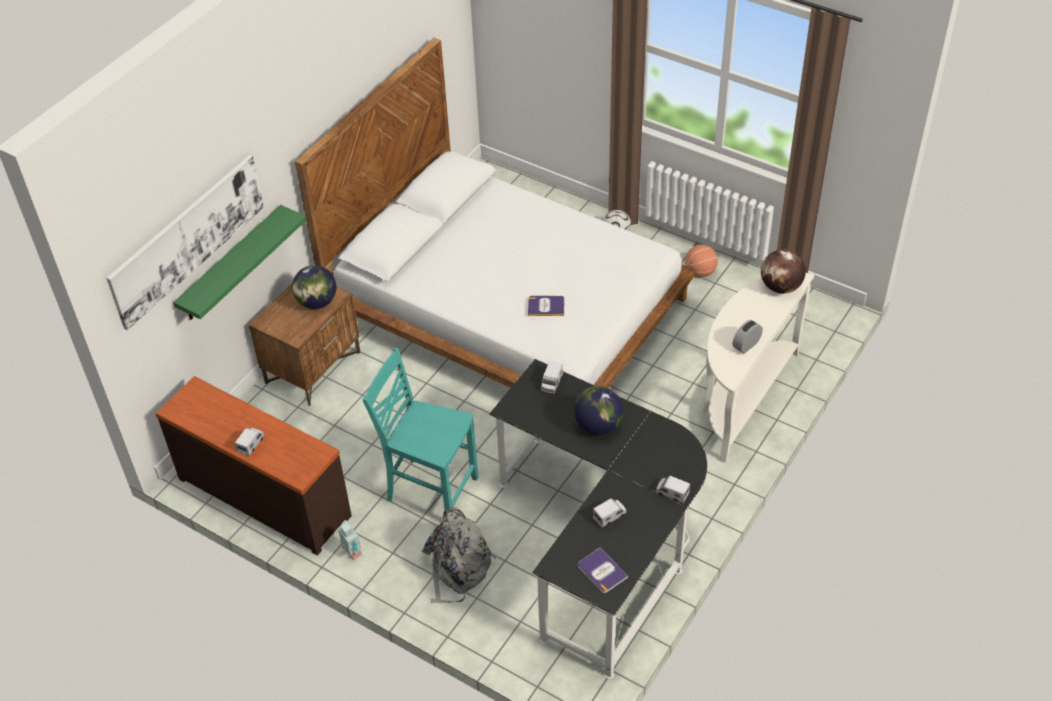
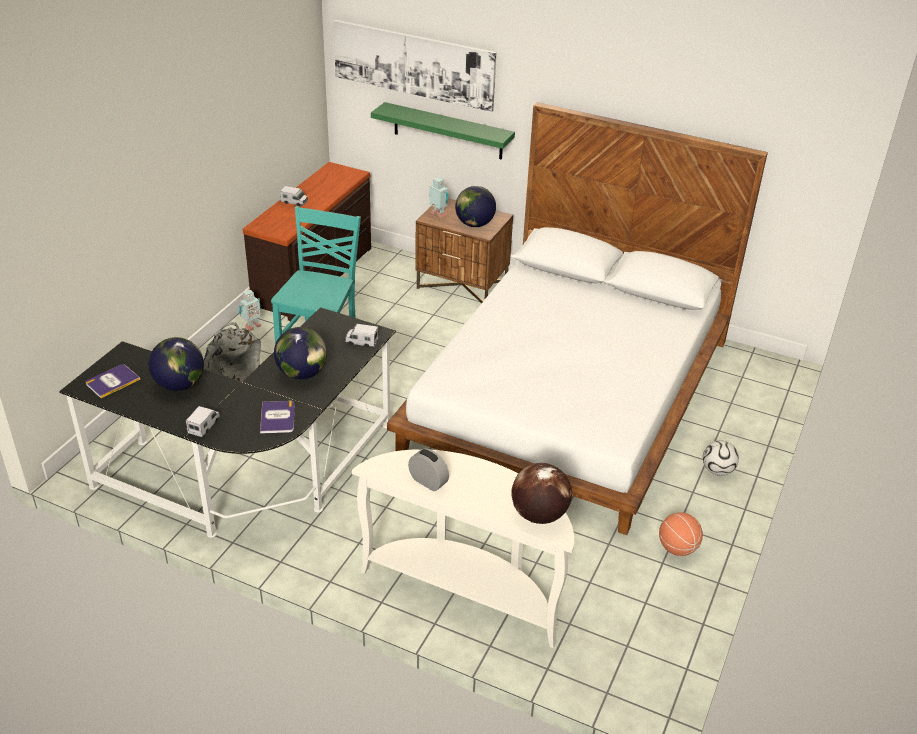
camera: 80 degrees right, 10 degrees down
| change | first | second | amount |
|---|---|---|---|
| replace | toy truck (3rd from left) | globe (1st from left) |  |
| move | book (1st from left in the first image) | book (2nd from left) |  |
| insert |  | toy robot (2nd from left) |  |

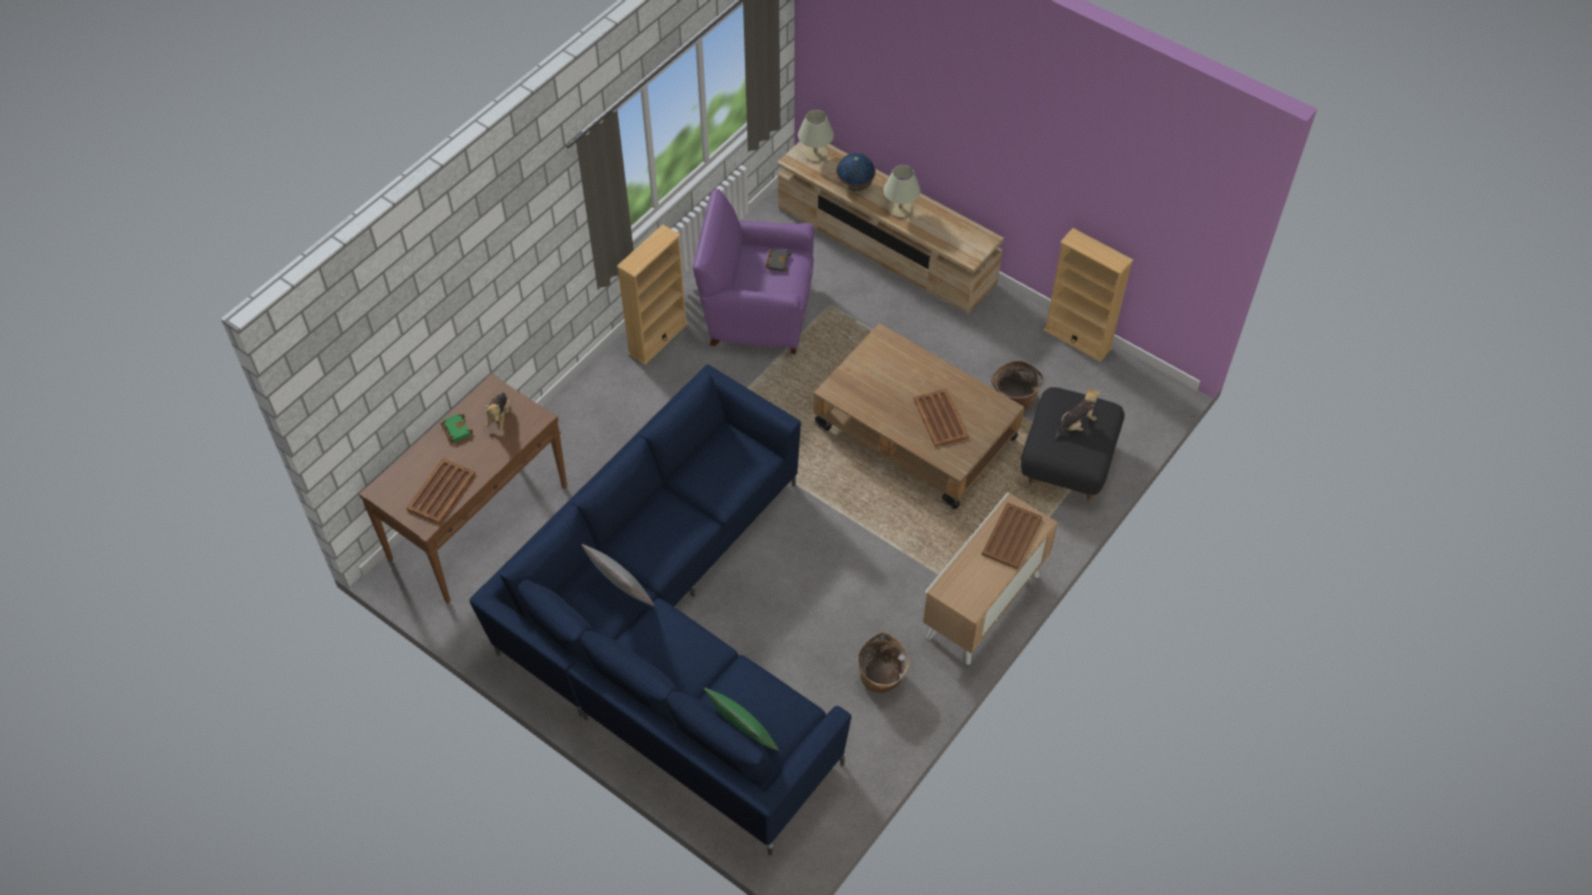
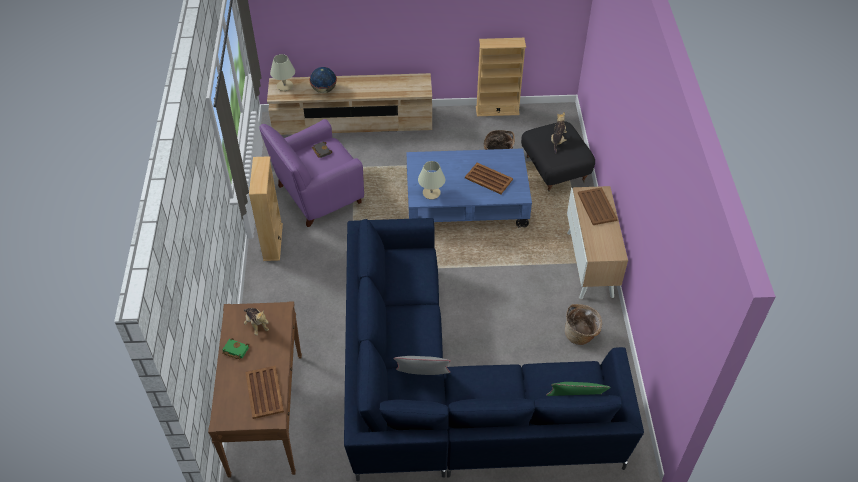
camera: 40 degrees left, 5 degrees down
| change | first | second | amount |
|---|---|---|---|
| recolor | brown coffee table | blue coffee table |  |
| move | beige table lamp (2nd from left) |  |  |

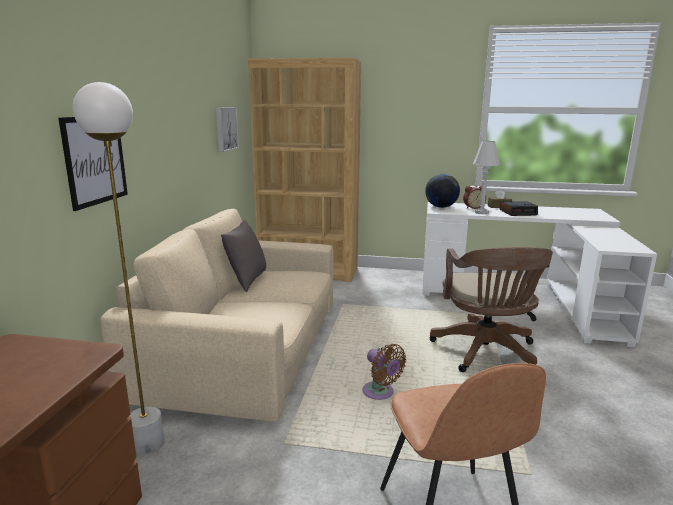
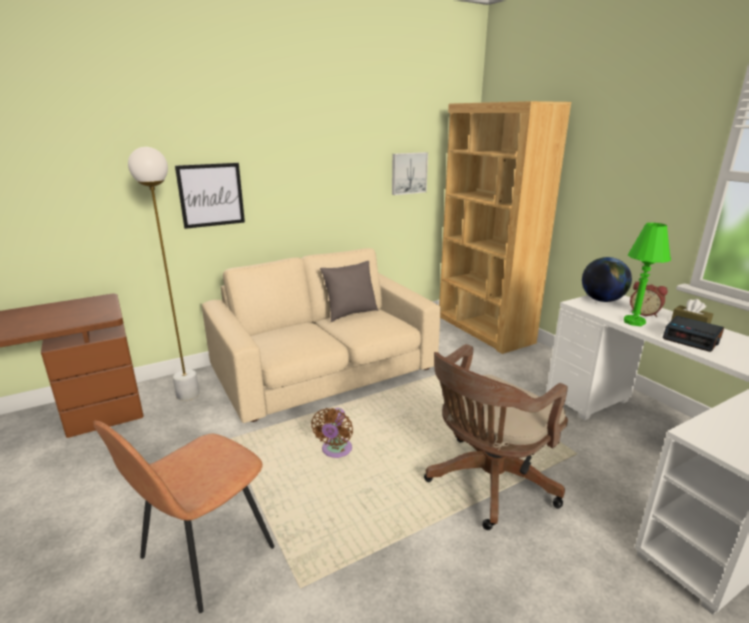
camera: 50 degrees right, 5 degrees up
| change | first | second | amount |
|---|---|---|---|
| recolor | white table lamp | green table lamp |  |

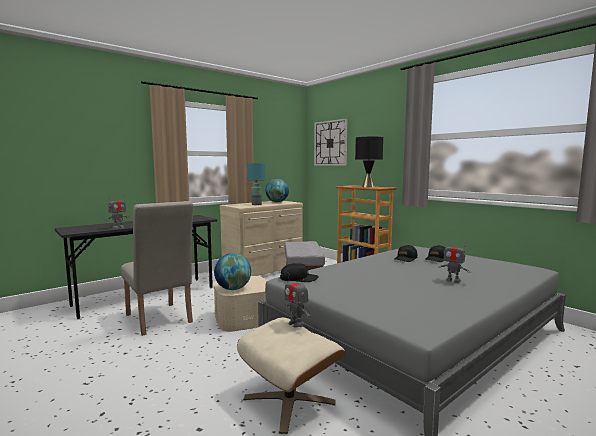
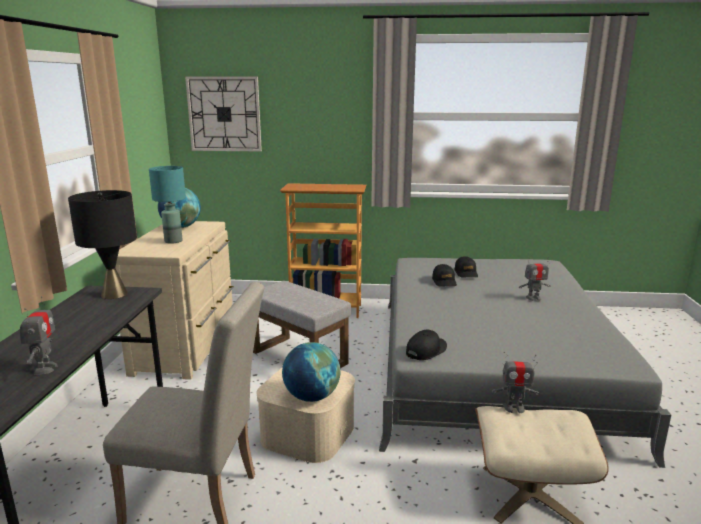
camera: 45 degrees left, 10 degrees up
| change | first | second | amount |
|---|---|---|---|
| move | black table lamp |  |  |

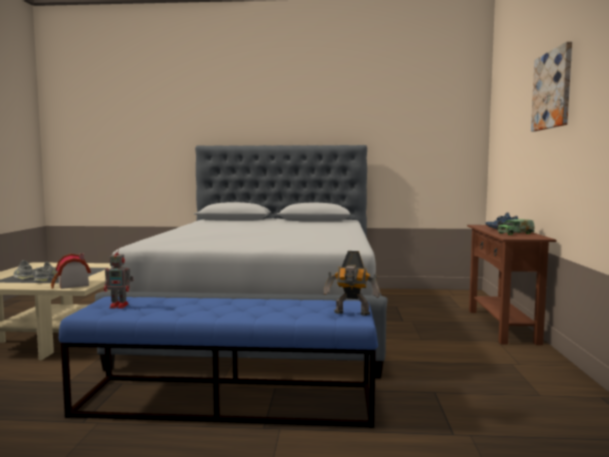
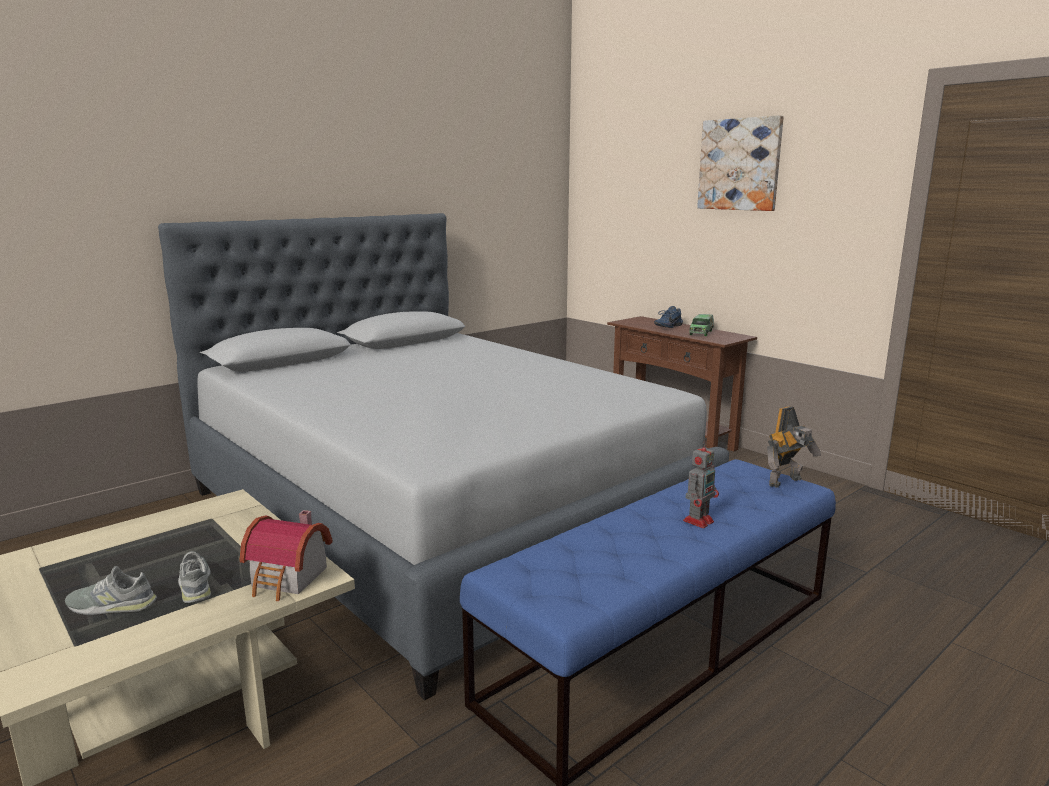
camera: 45 degrees left, 10 degrees up
| change | first | second | amount |
|---|---|---|---|
| move | toy robot (1st from left) |  |  |

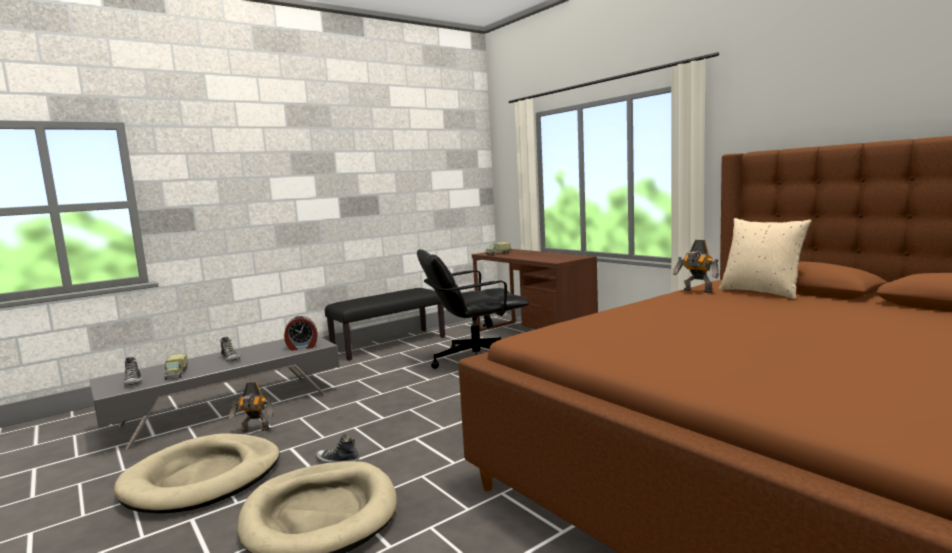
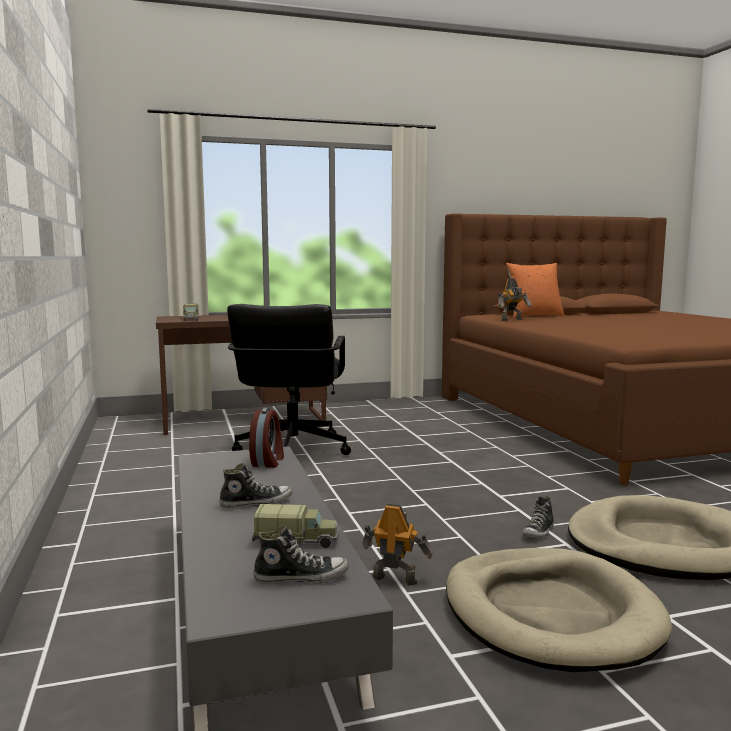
camera: 70 degrees left, 0 degrees up
| change | first | second | amount |
|---|---|---|---|
| rotate | toy robot (1st from left) |  | 90 degrees counterclockwise |
| recolor | beige pillow | orange pillow |  |
| delete | black bench |  |  |

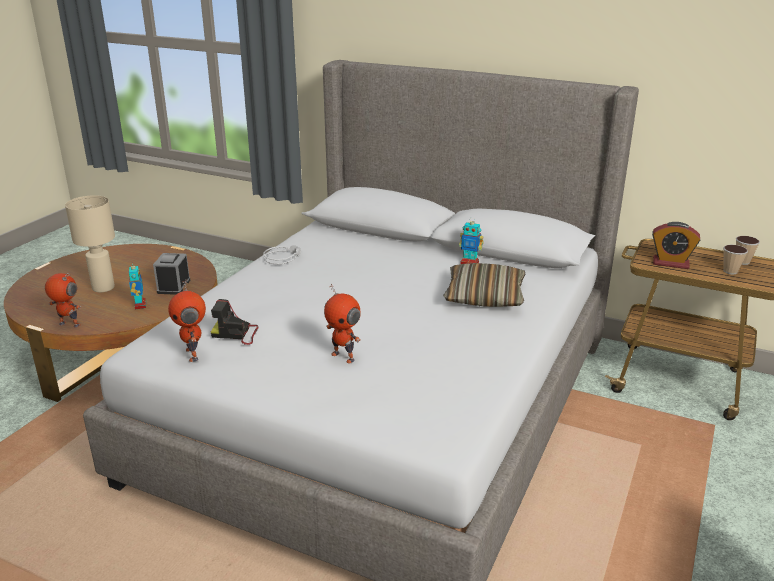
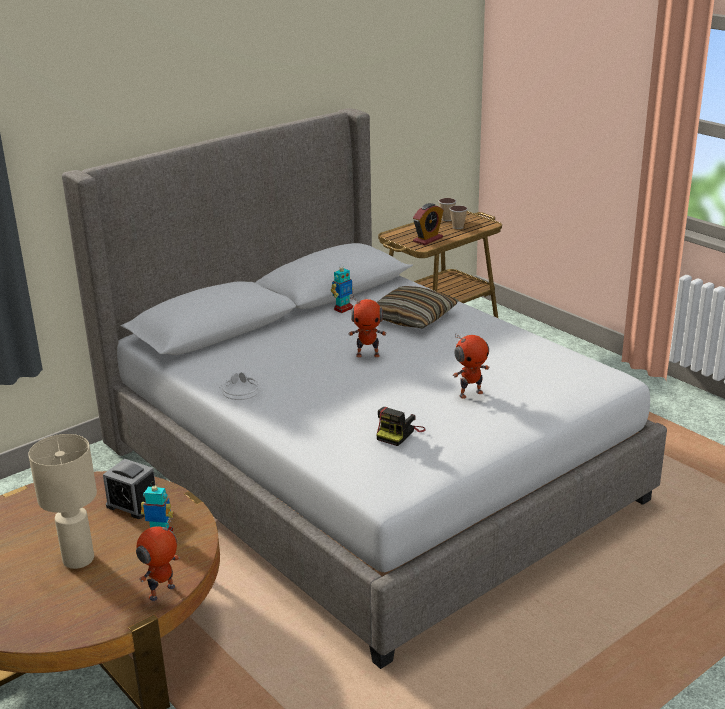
camera: 65 degrees left, 0 degrees up
| change | first | second | amount |
|---|---|---|---|
| move | toy robot (3rd from left in the first image) | toy robot (4th from left) |  |

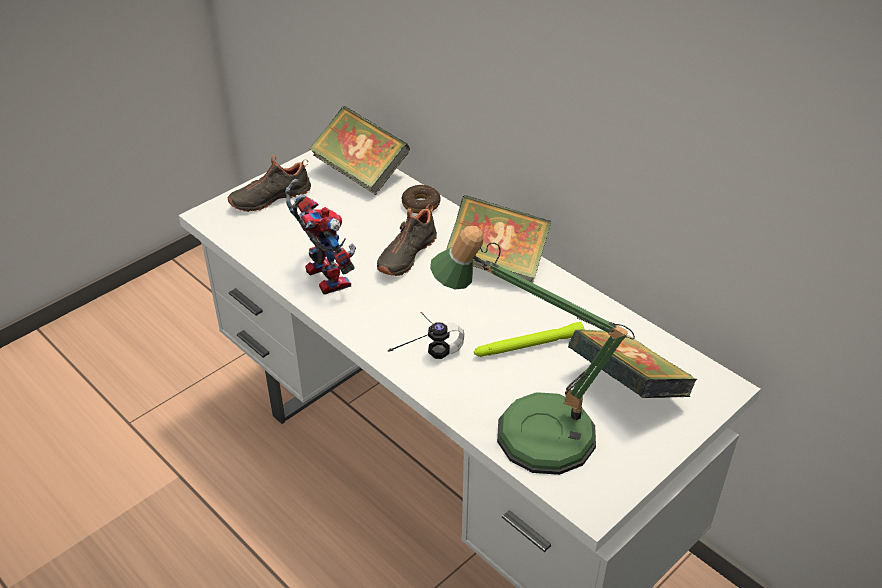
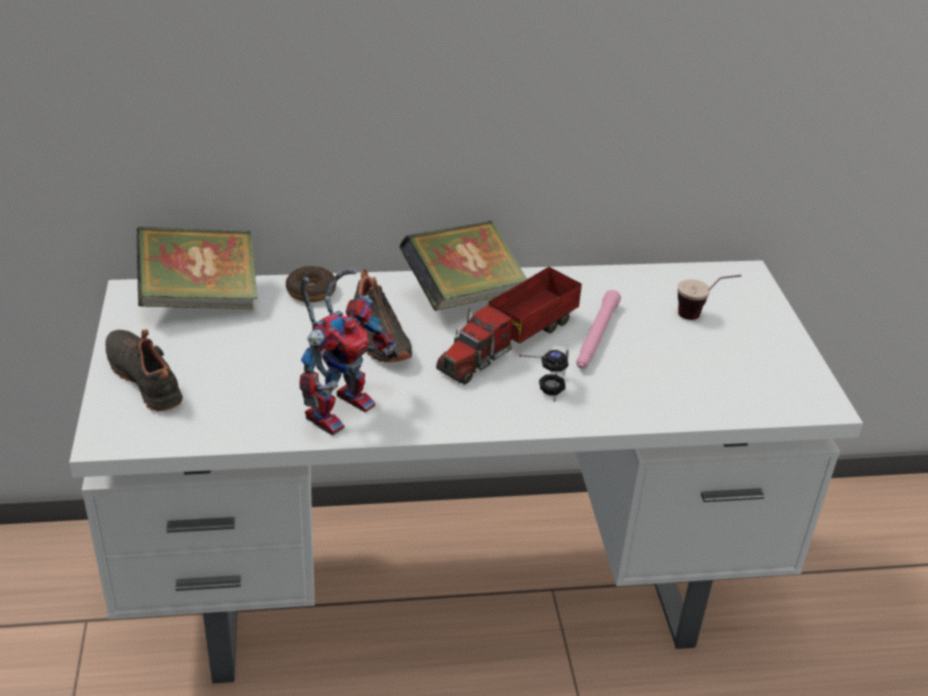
camera: 55 degrees left, 5 degrees down
| change | first | second | amount |
|---|---|---|---|
| rotate | black shoe (1st from left) |  | 135 degrees clockwise |
| rotate | toy robot |  | 120 degrees clockwise |
| insert |  | toy truck |  |
| recolor | green flashlight | pink flashlight |  |
| replace | book (3rd from left) | cup |  |
| delete | table lamp |  |  |

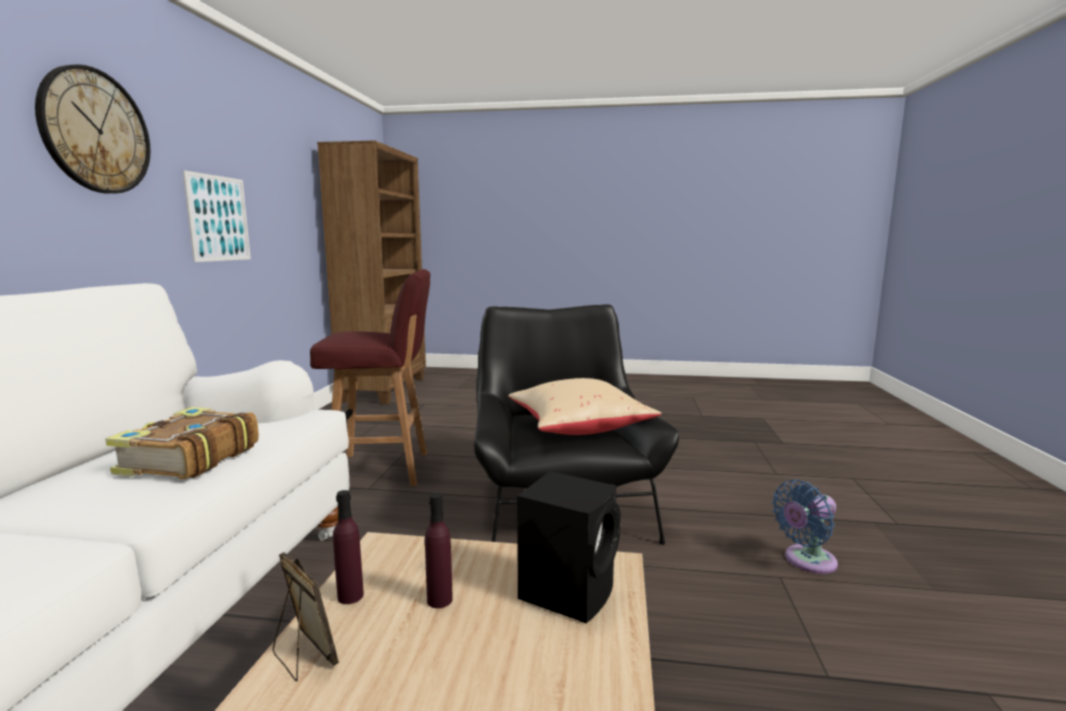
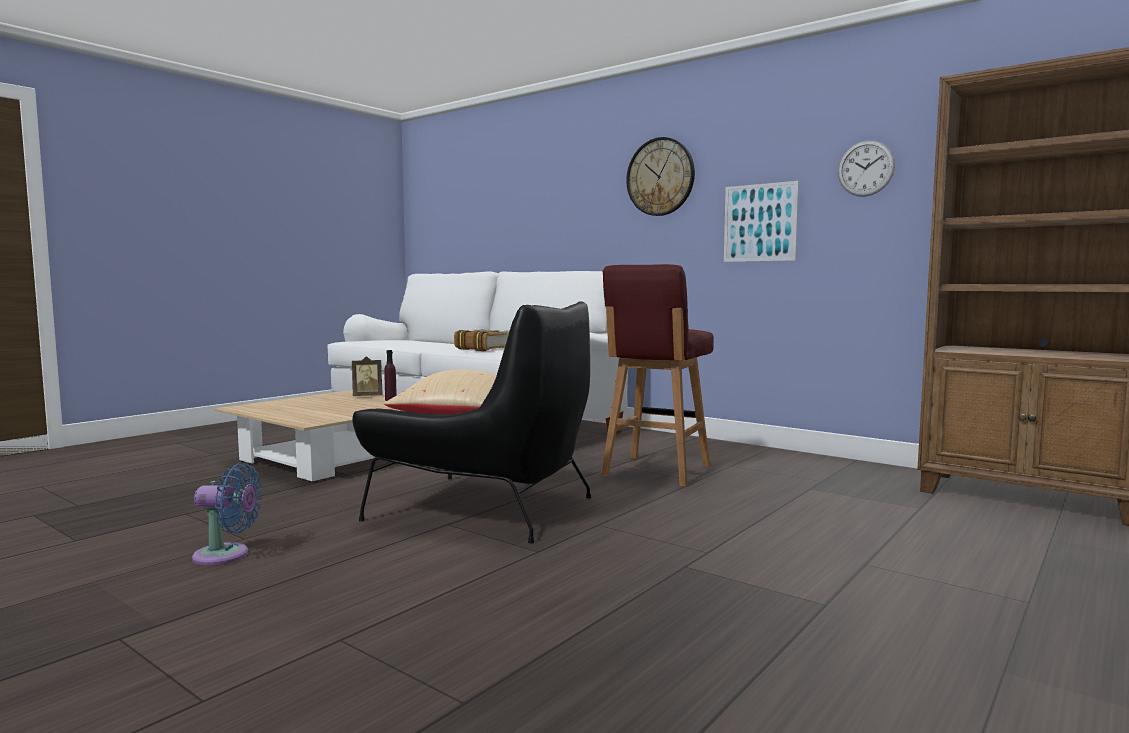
camera: 120 degrees right, 5 degrees down
| change | first | second | amount |
|---|---|---|---|
| rotate | blue fan |  | 90 degrees clockwise |
| insert |  | wall clock (2nd from left) |  |
| delete | purple bottle (2nd from left) |  |  |
| delete | black speaker |  |  |

